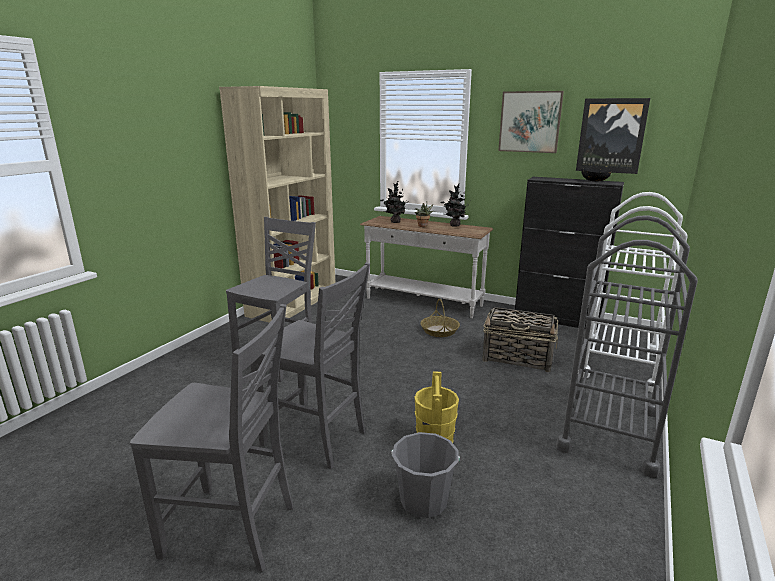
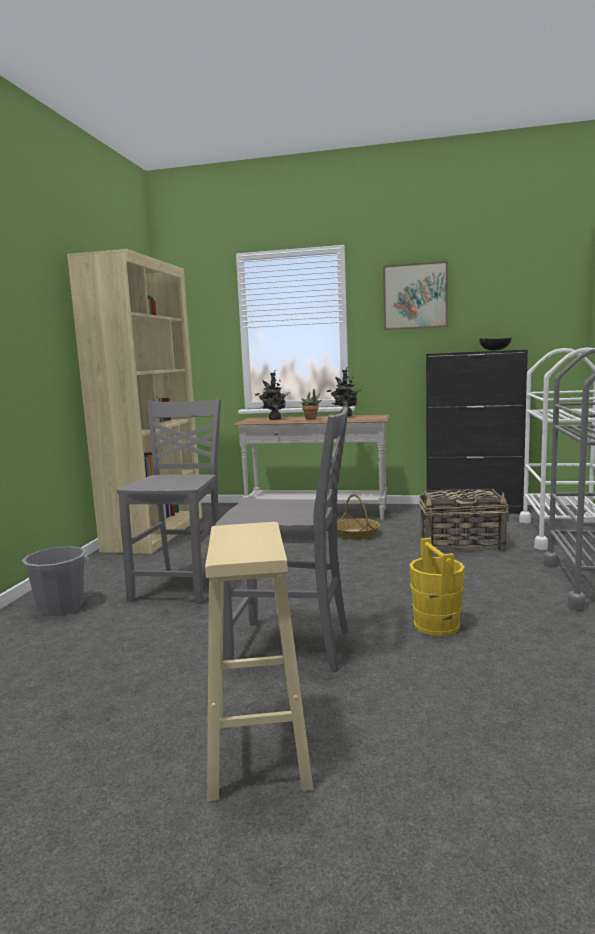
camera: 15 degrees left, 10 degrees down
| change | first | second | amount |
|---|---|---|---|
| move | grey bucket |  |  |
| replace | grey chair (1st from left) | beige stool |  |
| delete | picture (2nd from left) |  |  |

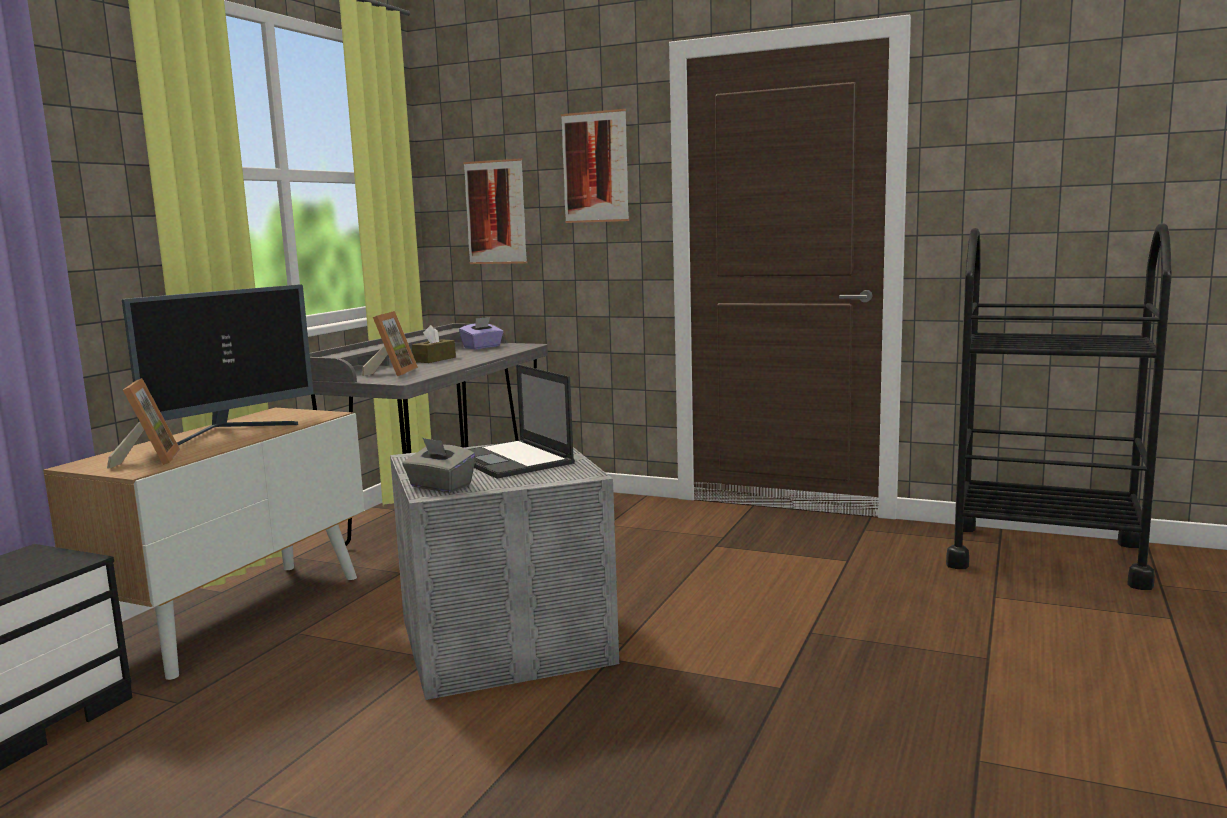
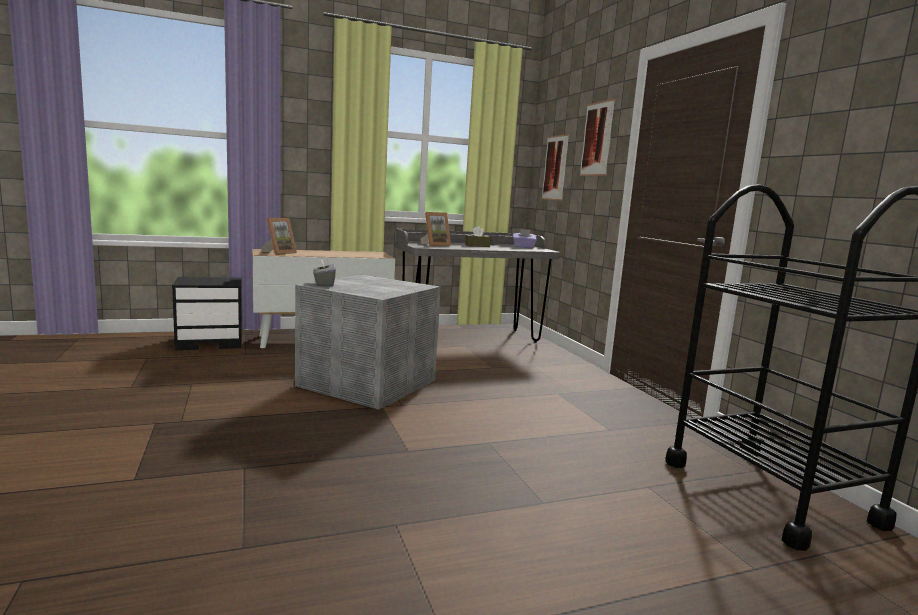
camera: 45 degrees right, 0 degrees up
| change | first | second | amount |
|---|---|---|---|
| delete | monitor |  |  |
| delete | laptop |  |  |

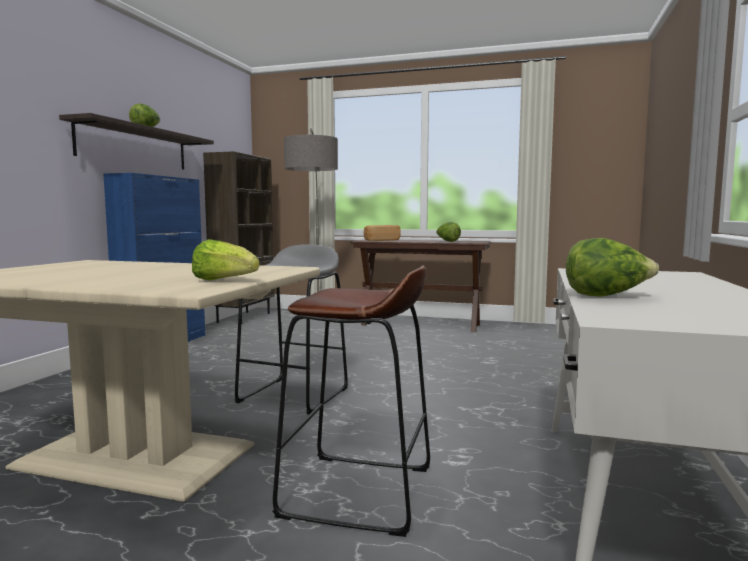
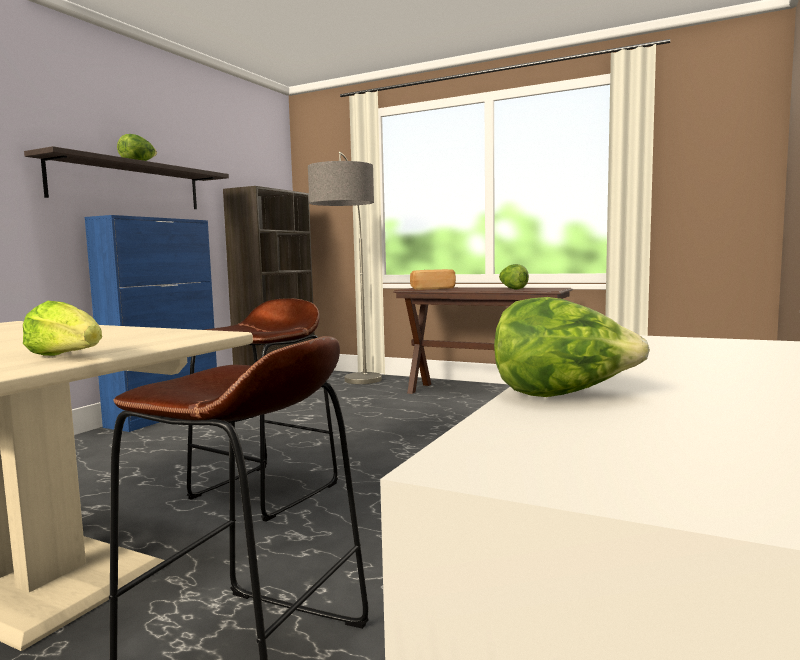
camera: 10 degrees right, 0 degrees up
| change | first | second | amount |
|---|---|---|---|
| recolor | grey stool | brown stool (2nd from left) |  |

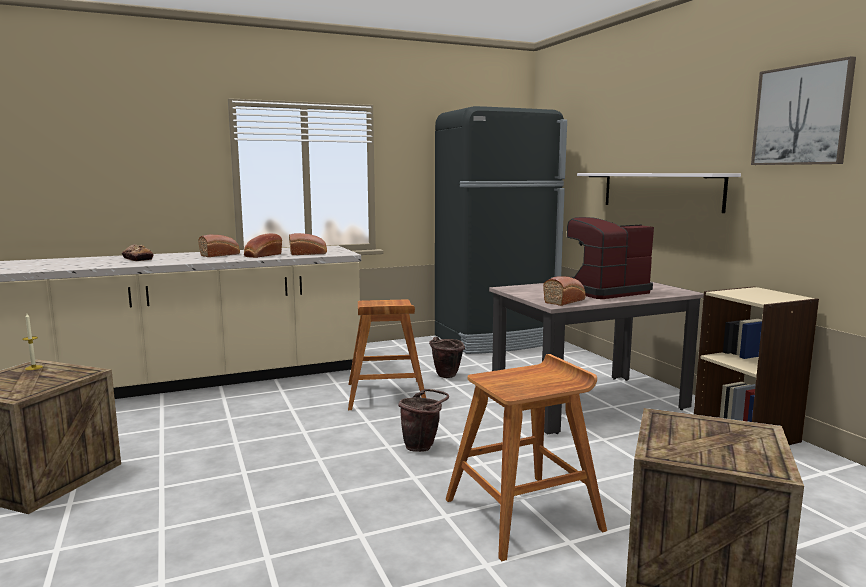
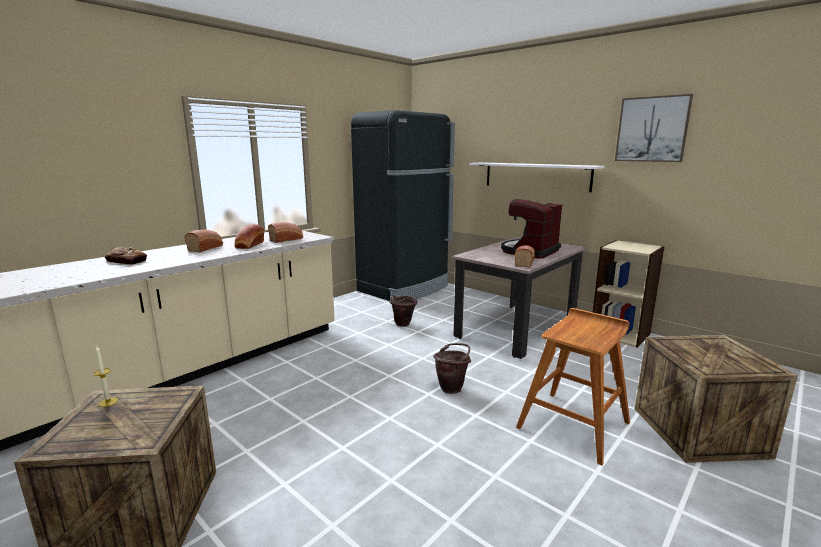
camera: 25 degrees left, 5 degrees up
| change | first | second | amount |
|---|---|---|---|
| delete | brown stool (1st from left) |  |  |

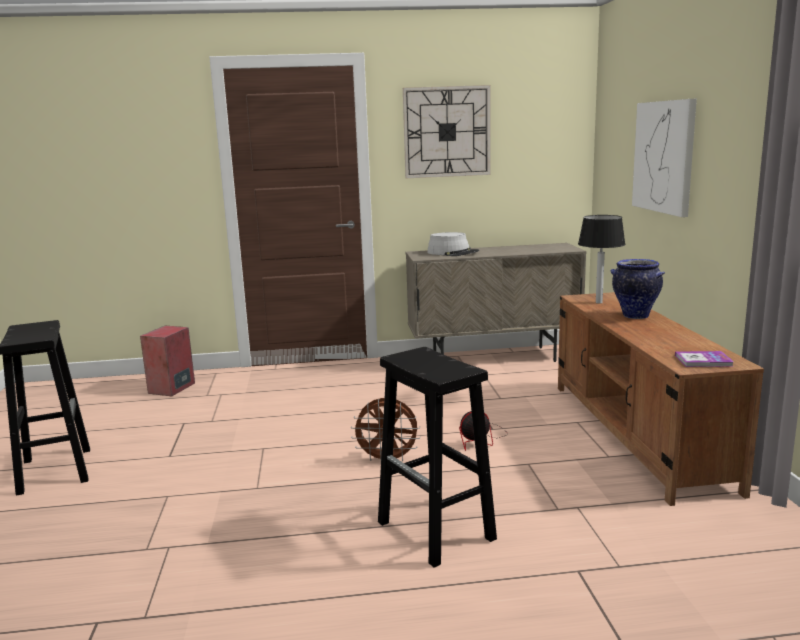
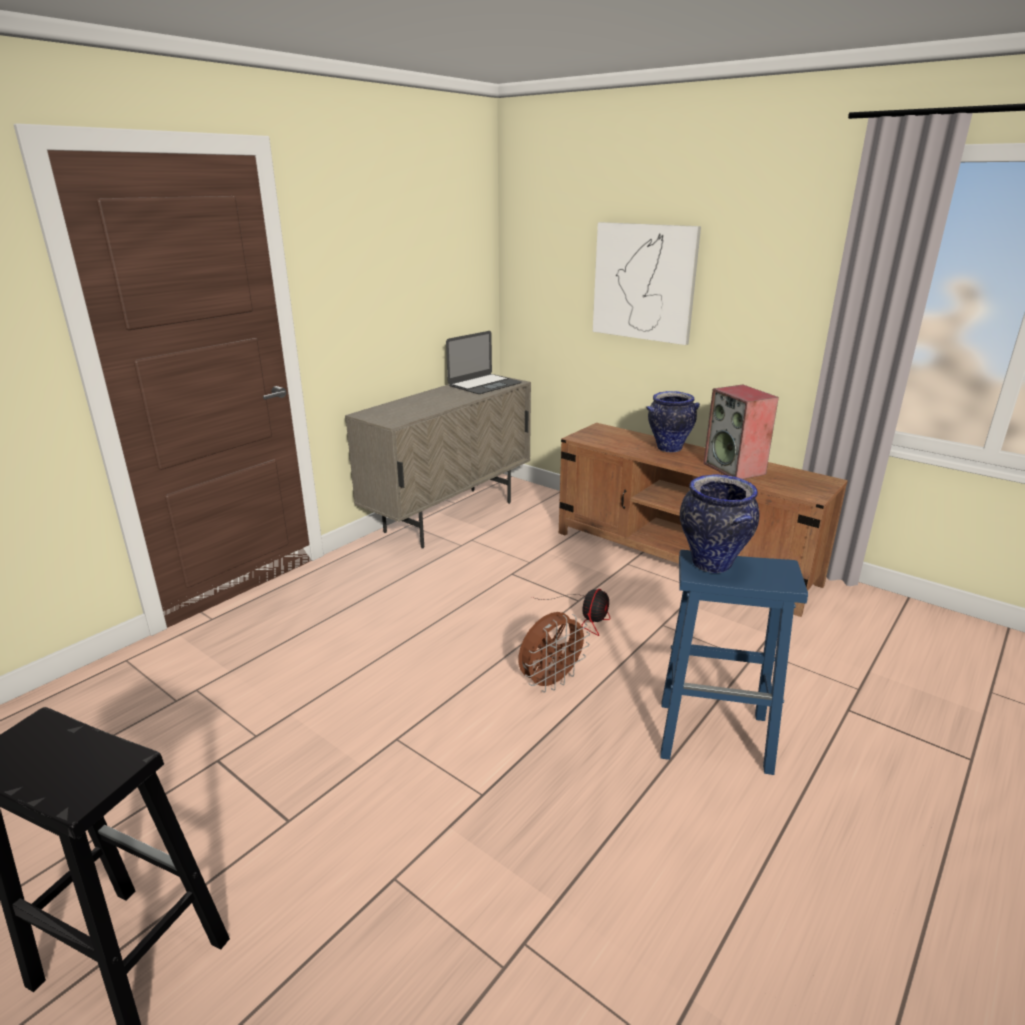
camera: 45 degrees left, 10 degrees up
| change | first | second | amount |
|---|---|---|---|
| insert |  | laptop |  |
| recolor | black stool (2nd from left) | blue stool |  |
| insert |  | vase (2nd from left) |  |
| move | speaker |  |  |
| delete | wall clock |  |  |
| delete | grey hat |  |  |
| delete | table lamp |  |  |
| delete | book |  |  |

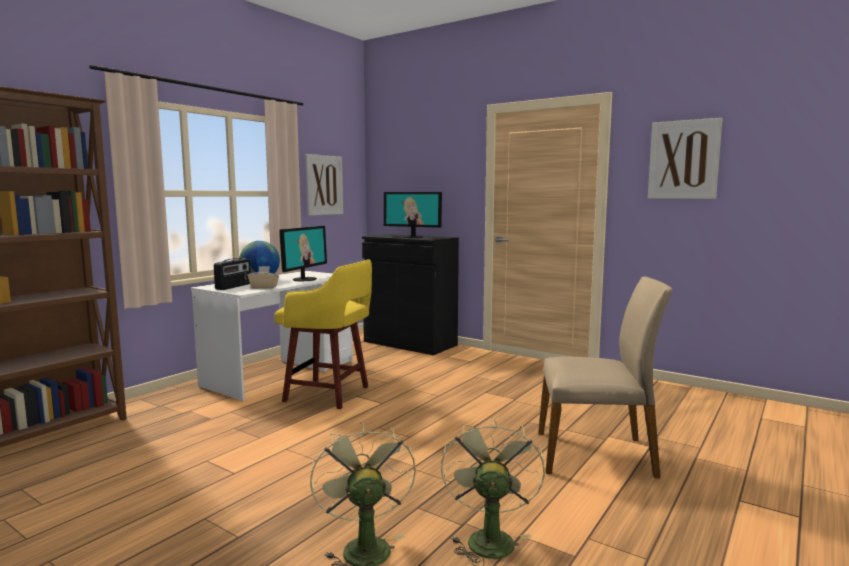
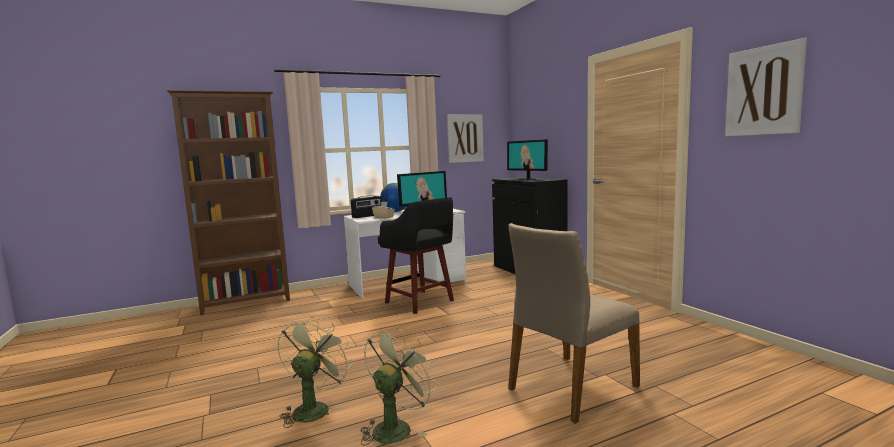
camera: 30 degrees right, 0 degrees up
| change | first | second | amount |
|---|---|---|---|
| recolor | yellow stool | black stool |  |
| rotate | beige chair |  | 105 degrees clockwise |

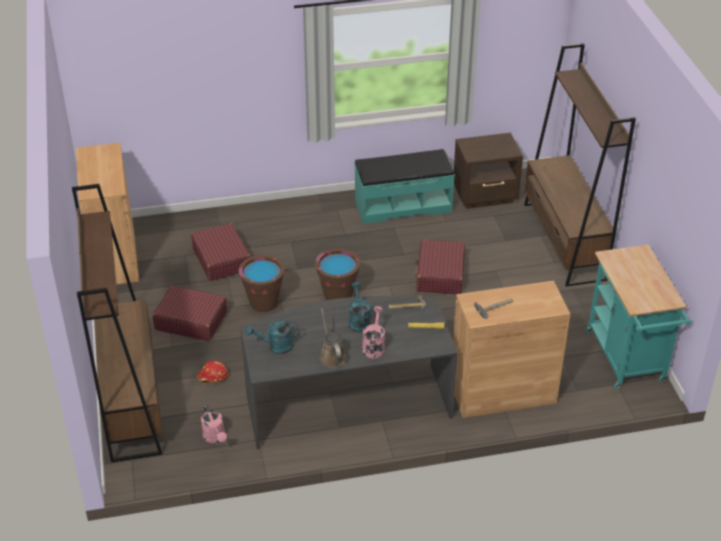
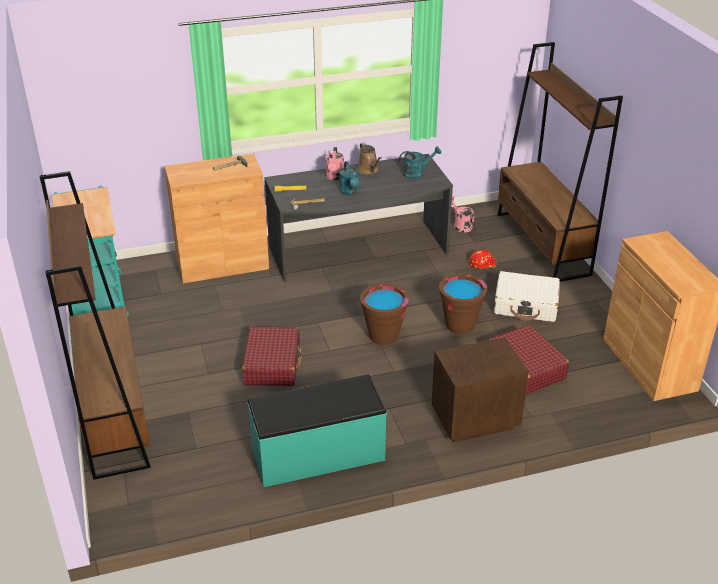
camera: 175 degrees right, 5 degrees down
| change | first | second | amount |
|---|---|---|---|
| move | brown nightstand |  |  |
| recolor | red suitcase (1st from left) | white suitcase |  |

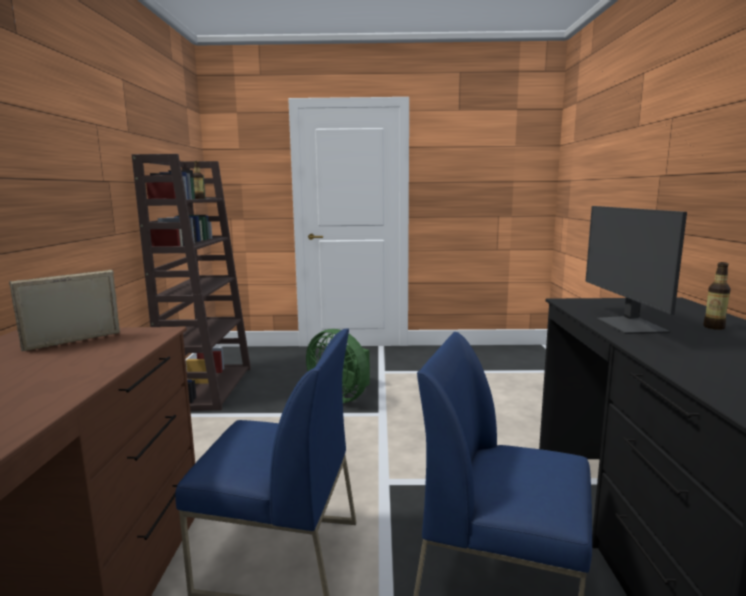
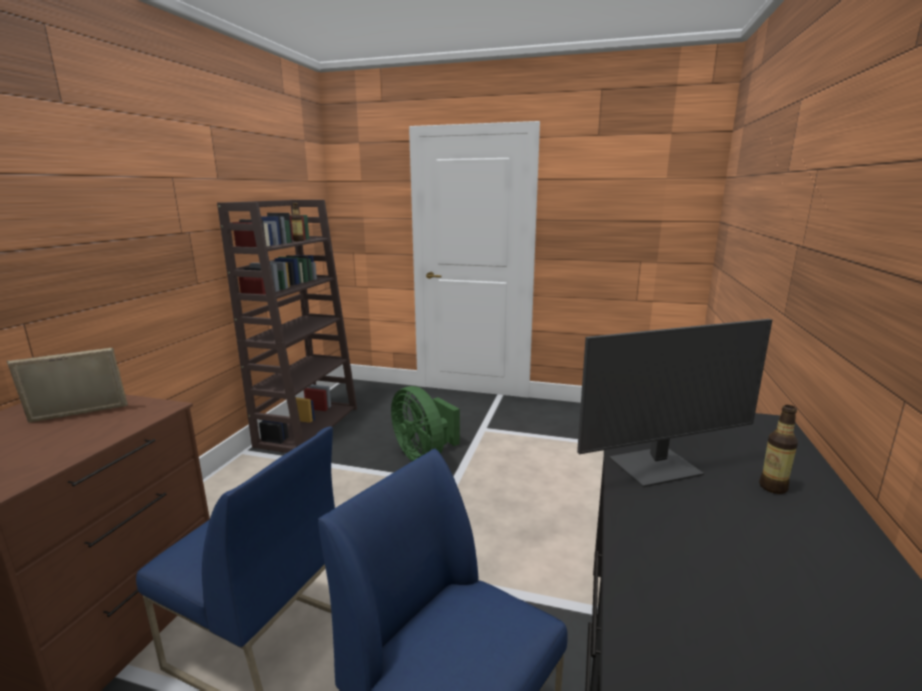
camera: 15 degrees right, 5 degrees up
| change | first | second | amount |
|---|---|---|---|
| rotate | monitor |  | 120 degrees counterclockwise |

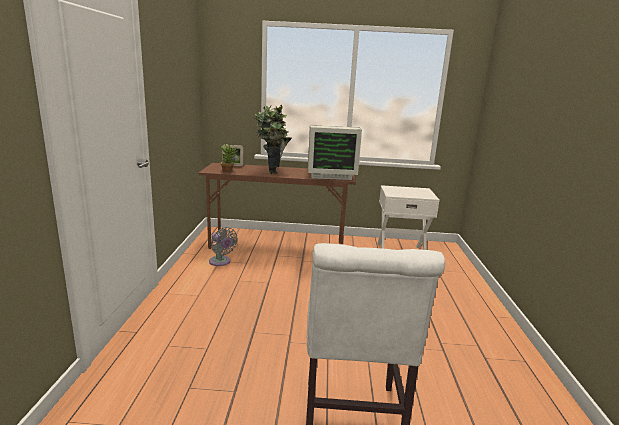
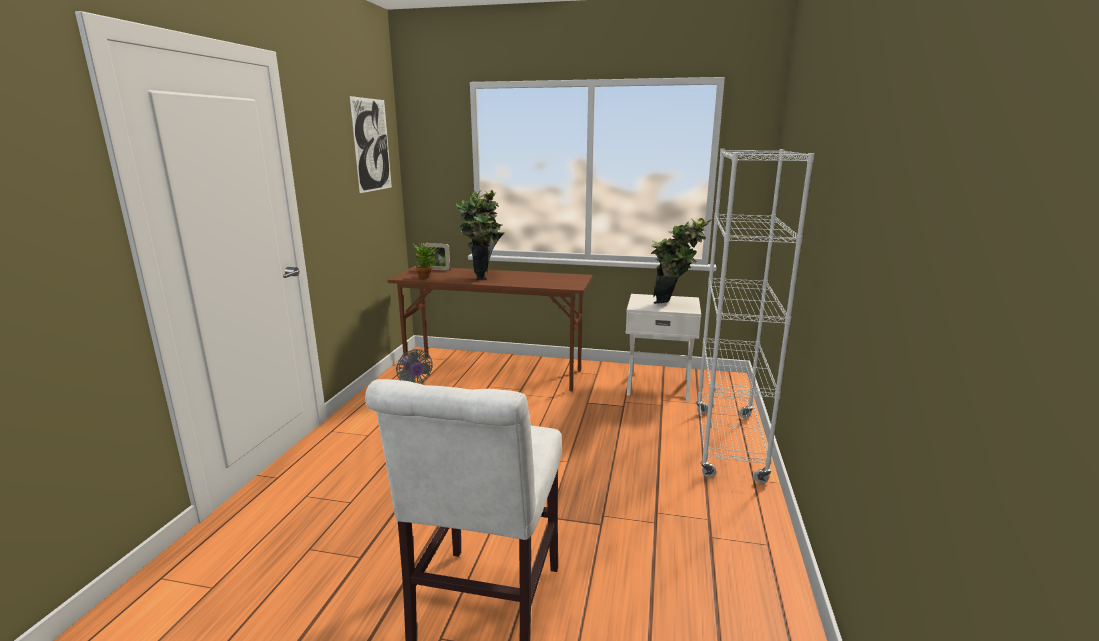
camera: 10 degrees right, 0 degrees up
| change | first | second | amount |
|---|---|---|---|
| insert |  | picture |  |
| insert |  | potted plant (3rd from left) |  |
| insert |  | white bookcase |  |
| delete | monitor |  |  |

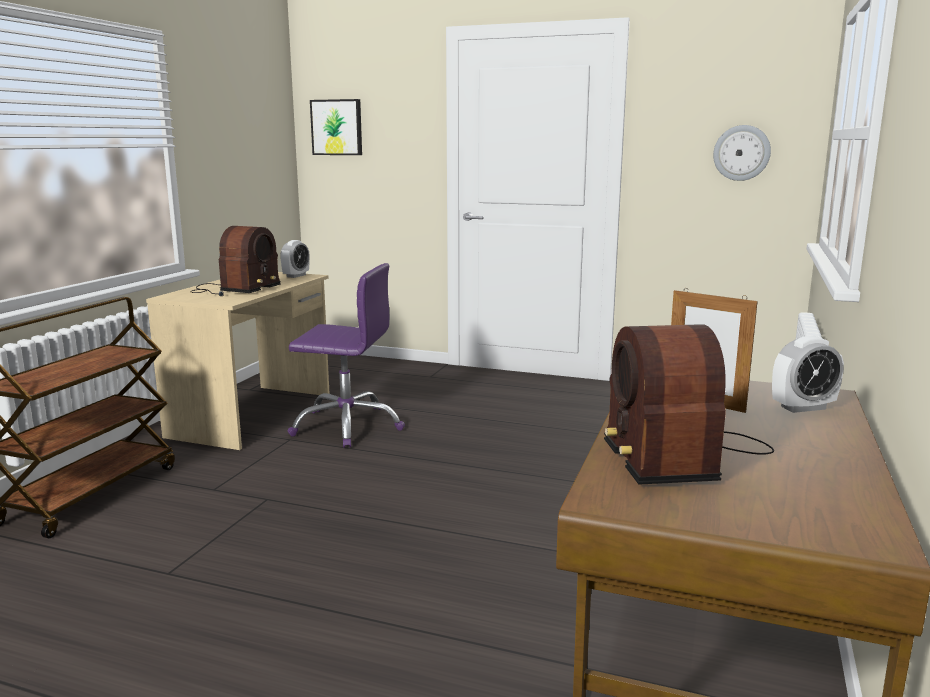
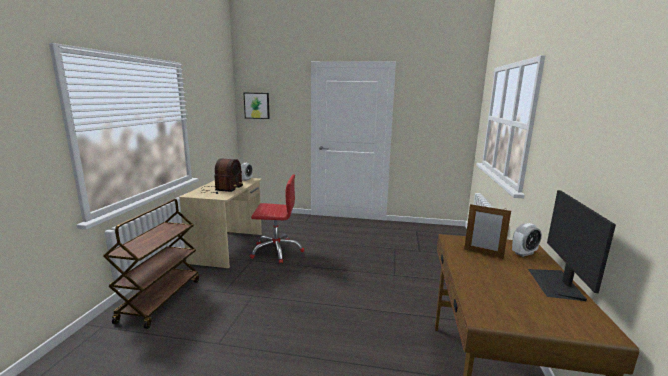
camera: 10 degrees left, 0 degrees up
| change | first | second | amount |
|---|---|---|---|
| recolor | purple office chair | red office chair |  |
| insert |  | monitor |  |
| delete | radio (2nd from left) |  |  |
| delete | wall clock |  |  |

